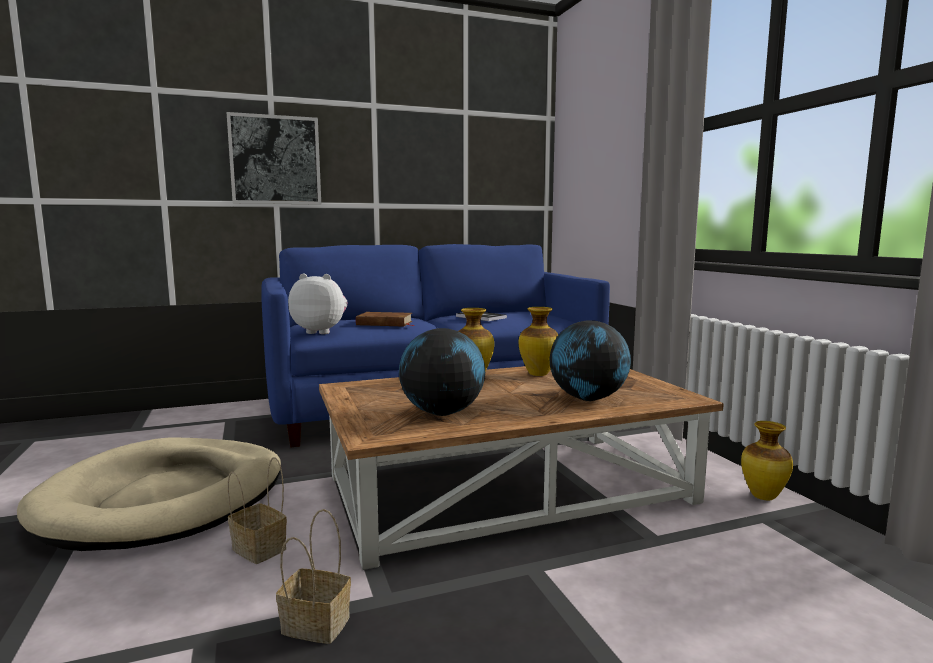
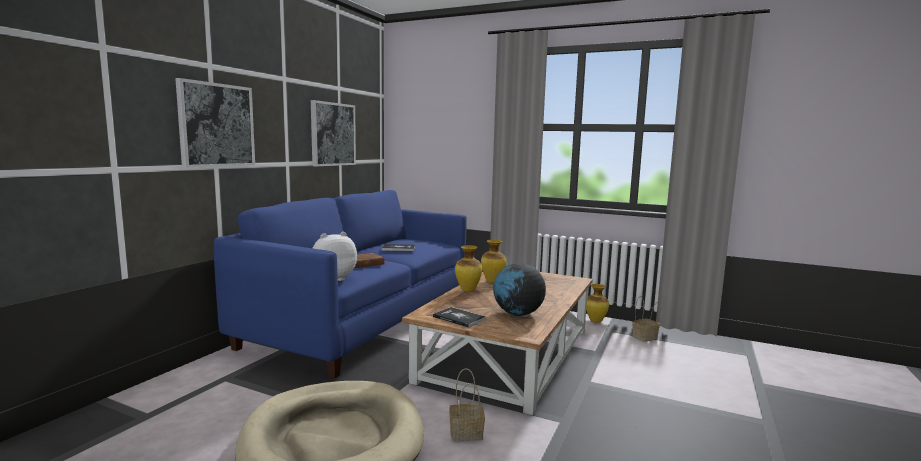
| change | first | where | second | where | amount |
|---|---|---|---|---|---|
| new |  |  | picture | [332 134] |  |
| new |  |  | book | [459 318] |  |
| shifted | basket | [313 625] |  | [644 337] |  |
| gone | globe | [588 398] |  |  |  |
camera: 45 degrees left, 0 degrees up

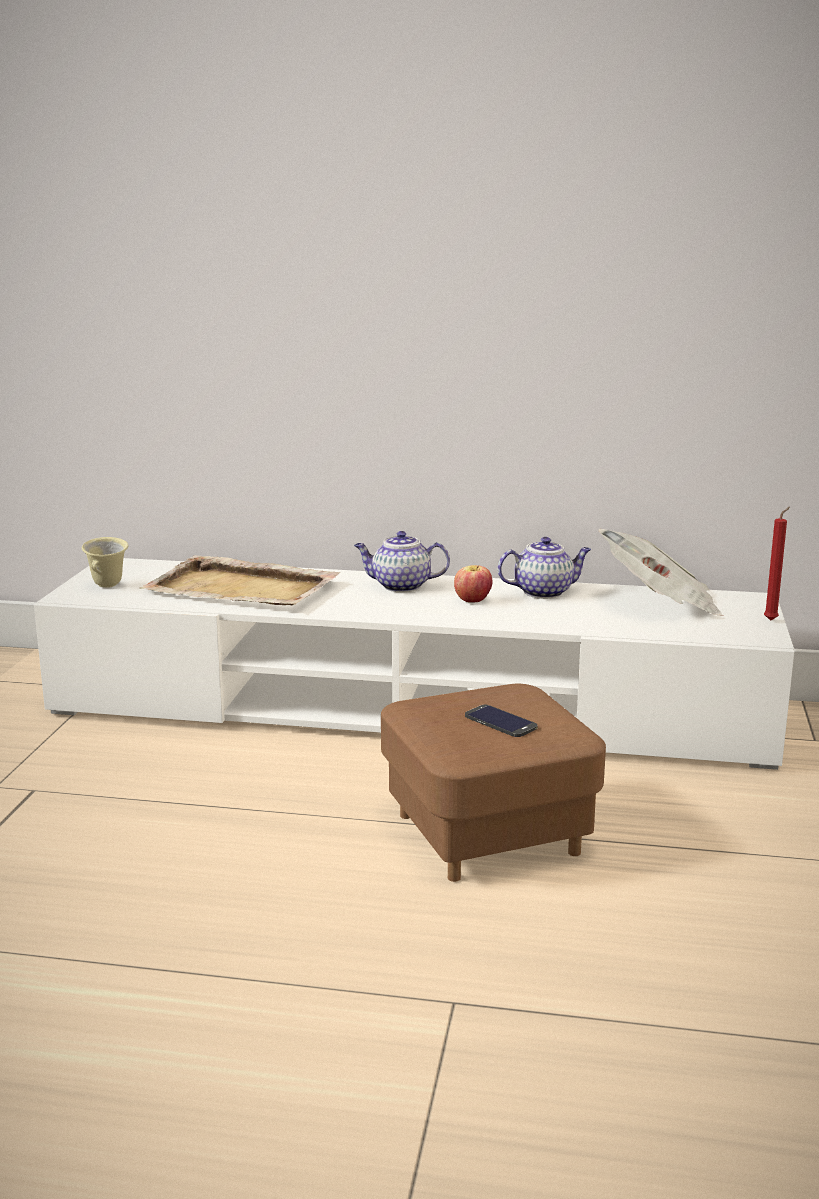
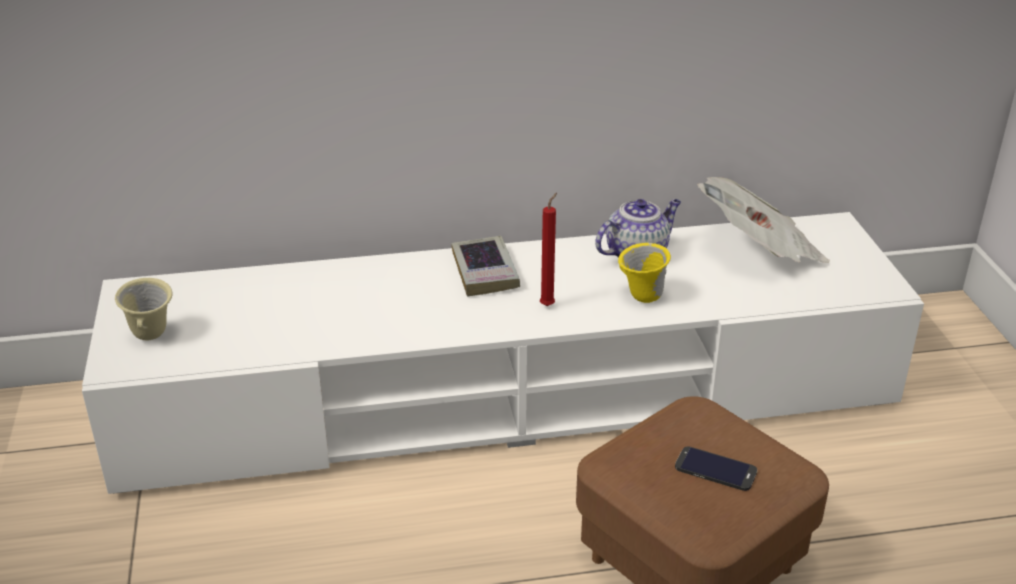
| change | first | where | second | where | amount |
|---|---|---|---|---|---|
| swapped | teapot | [400 586] | book | [485 272] |  |
| shifted | red candle | [772 620] |  | [548 305] |  |
| new |  |  | yellow mug | [641 298] |  |
| gone | beige tray | [243 589] |  |  |  |
| gone | apple | [472 601] |  |  |  |
camera: 20 degrees left, 15 degrees up

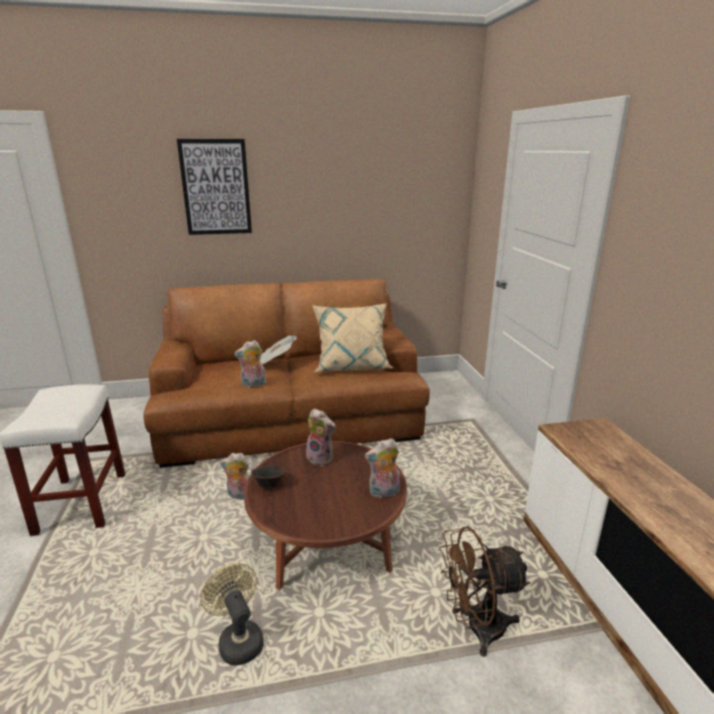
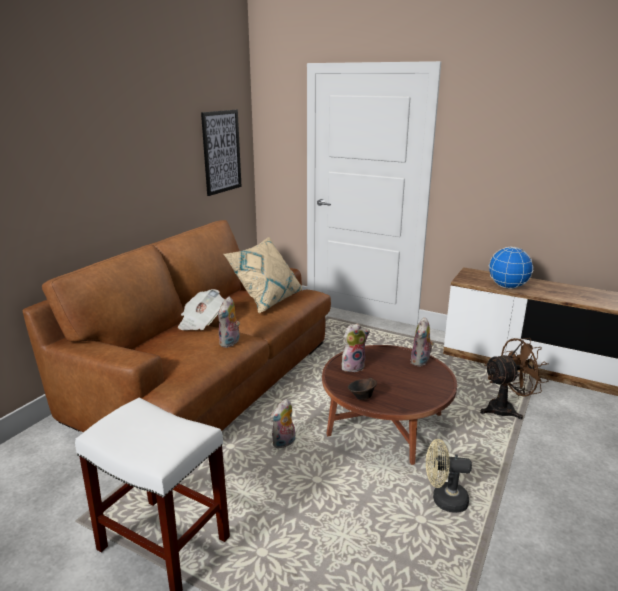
| change | first | where | second | where | amount |
|---|---|---|---|---|---|
| shifted | picture | [216 187] |  | [221 152] |  |
| rotated | brown fan | [476 628] |  | [506 409] | 135 degrees counterclockwise |
| new |  |  | globe | [507 287] |  |
camera: 50 degrees left, 0 degrees up

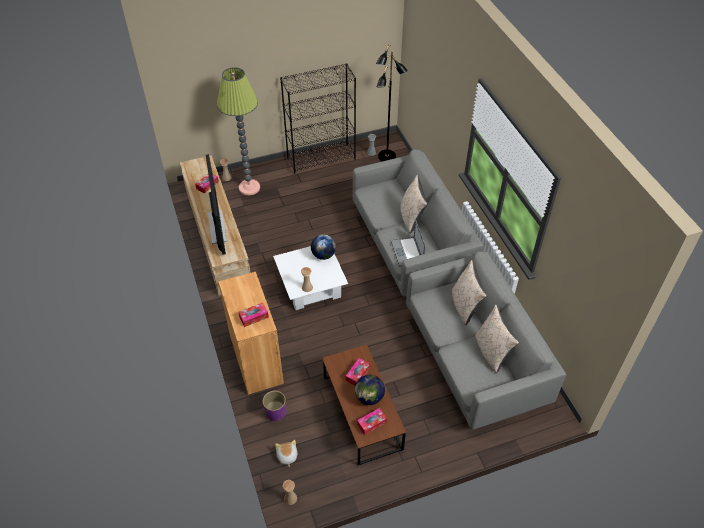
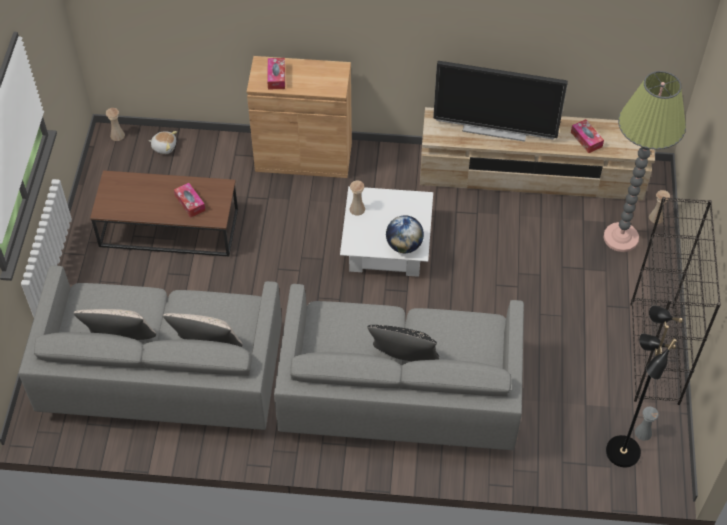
| change | first | where | second | where | amount |
|---|---|---|---|---|---|
| repainted | beige pillow | [411 218] | black pillow | [403 359] |  |
| gone | purple planter | [275 412] |  |  |  |
| gone | globe | [369 397] |  |  |  |
| gone | tissue box | [372 423] |  |  |  |
| gone | laptop | [407 251] |  |  |  |
camera: 115 degrees right, 5 degrees up

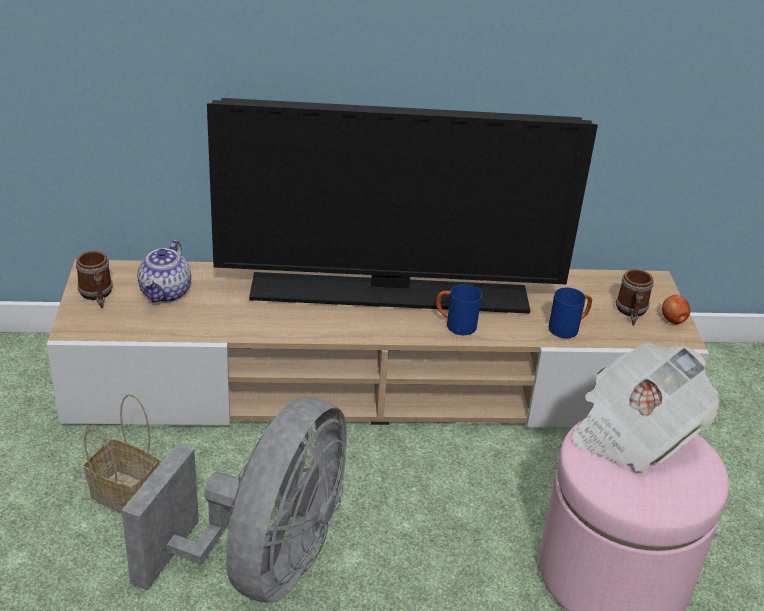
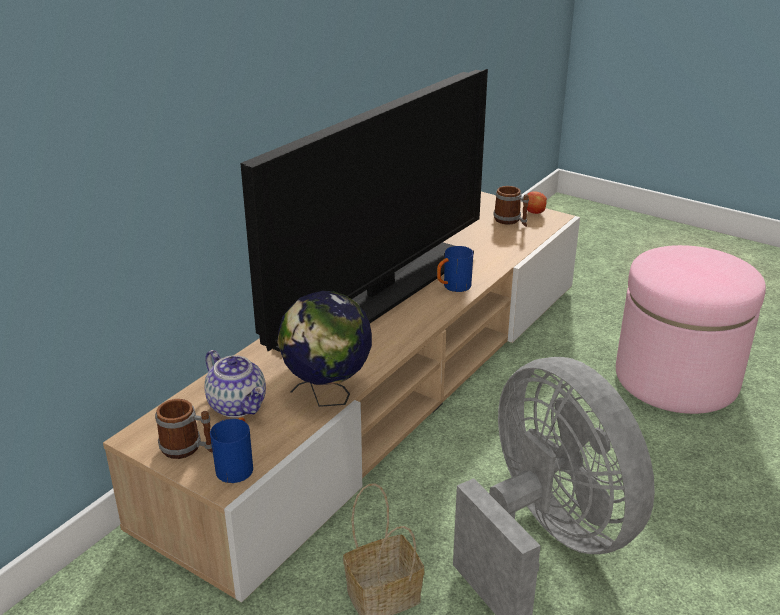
| change | first | where | second | where | amount |
|---|---|---|---|---|---|
| shifted | blue mug | [568 328] |  | [237 466] |  |
| new |  |  | globe | [327 397] |  |
| gone | newspaper | [634 432] |  |  |  |
camera: 50 degrees left, 5 degrees down

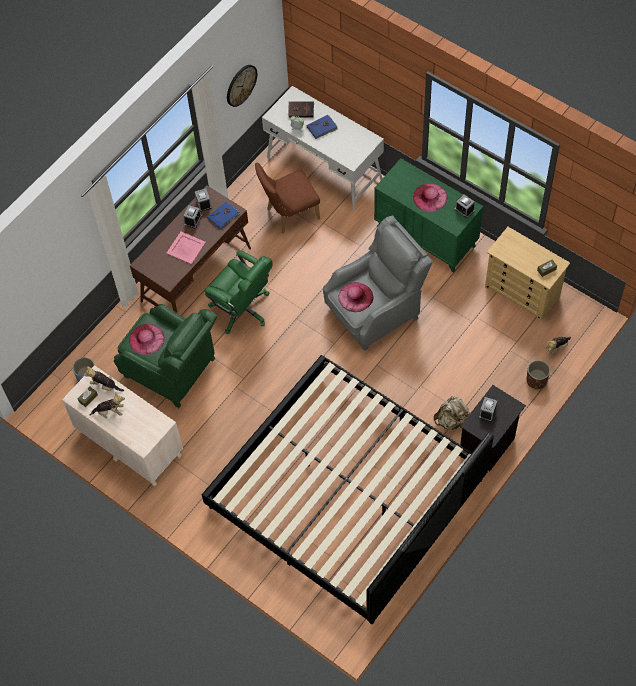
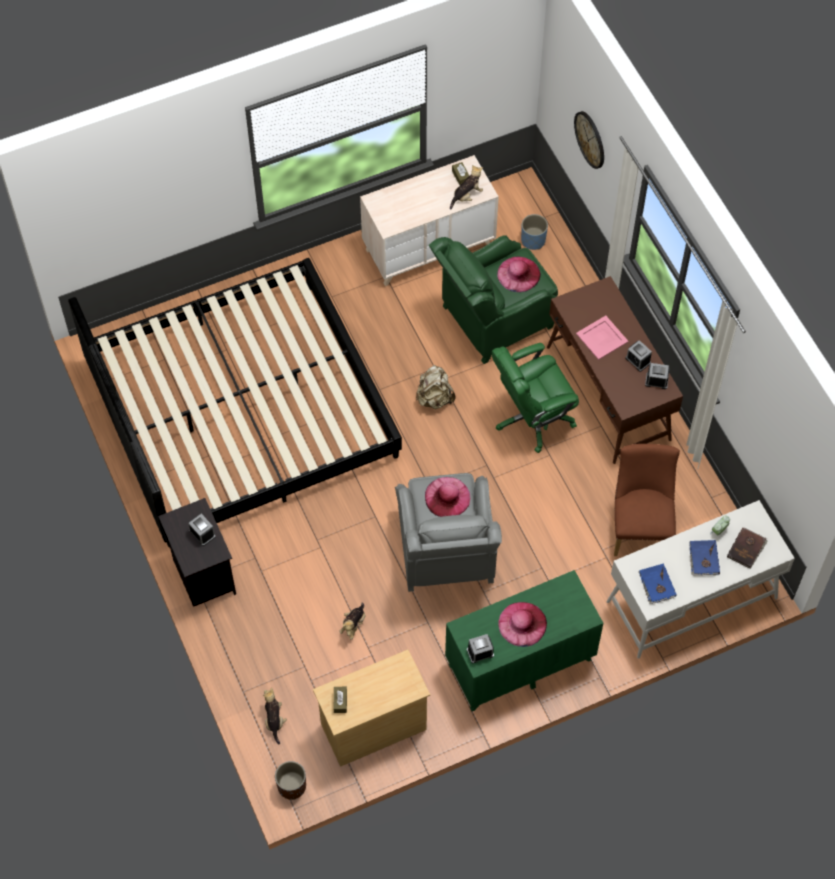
| change | first | where | second | where | amount |
|---|---|---|---|---|---|
| shifted | brown planter | [536 380] |  | [291 786] |  |
| shifted | plush toy | [110 412] |  | [353 624] |  |
| shifted | beige backpack | [452 420] |  | [434 398] |  |
| shifted | wall clock | [241 85] |  | [590 139] |  |
| shifted | blue book | [223 216] |  | [656 585] |  |
camera: 115 degrees right, 0 degrees up

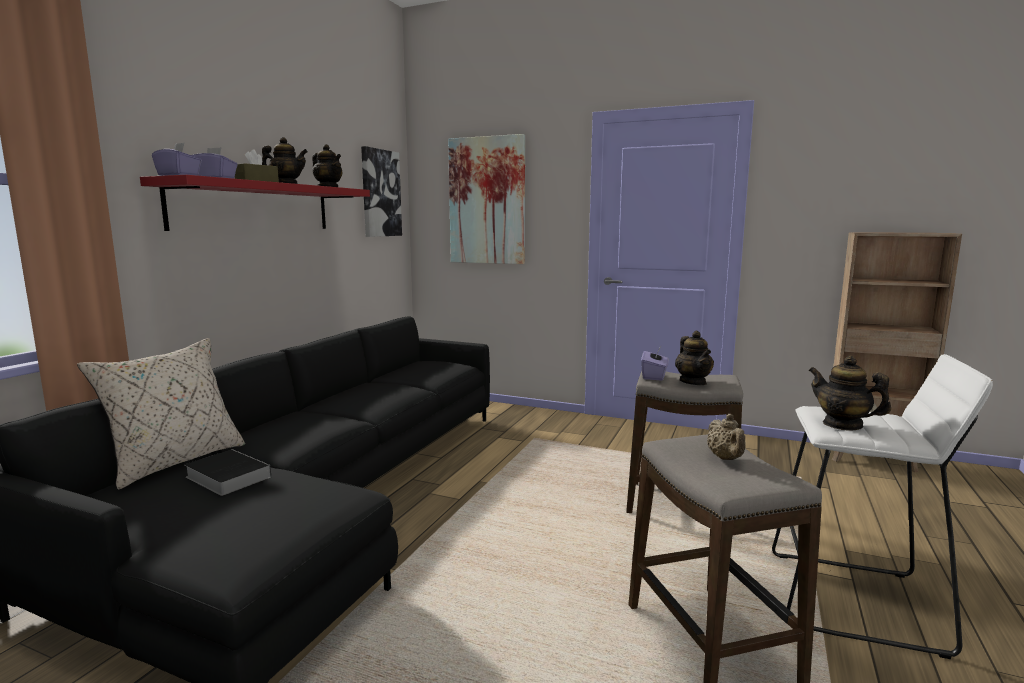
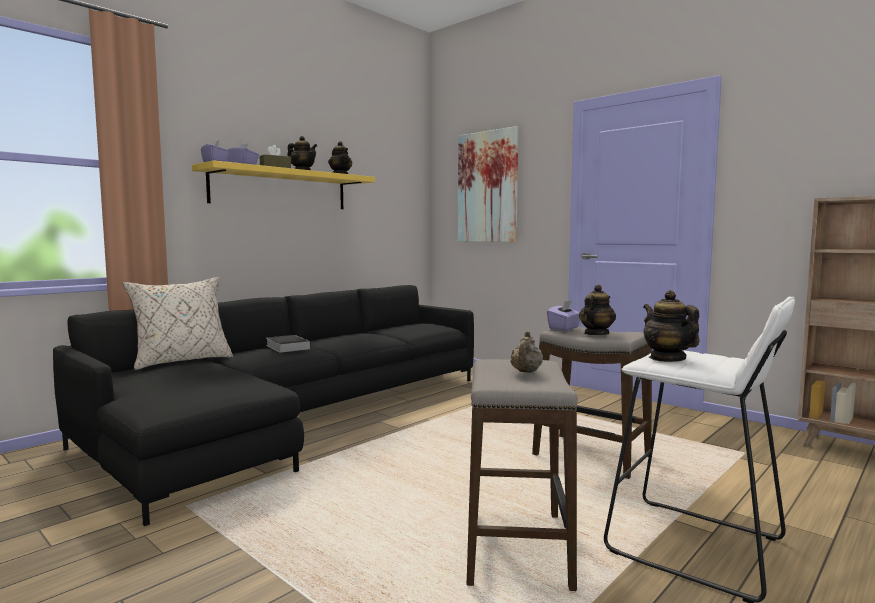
| change | first | where | second | where | amount |
|---|---|---|---|---|---|
| repainted | red shelf | [255 207] | yellow shelf | [281 189] |  |
| shifted | book | [226 476] |  | [286 347] |  |
| rotated | teapot | [693 382] |  | [596 334] | 150 degrees counterclockwise |
| gone | picture | [380 193] |  |  |  |
camera: 20 degrees right, 5 degrees down

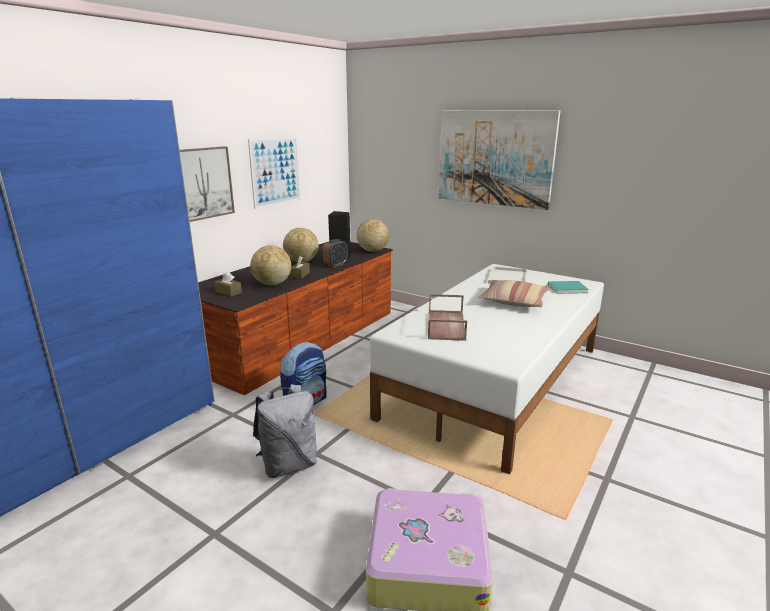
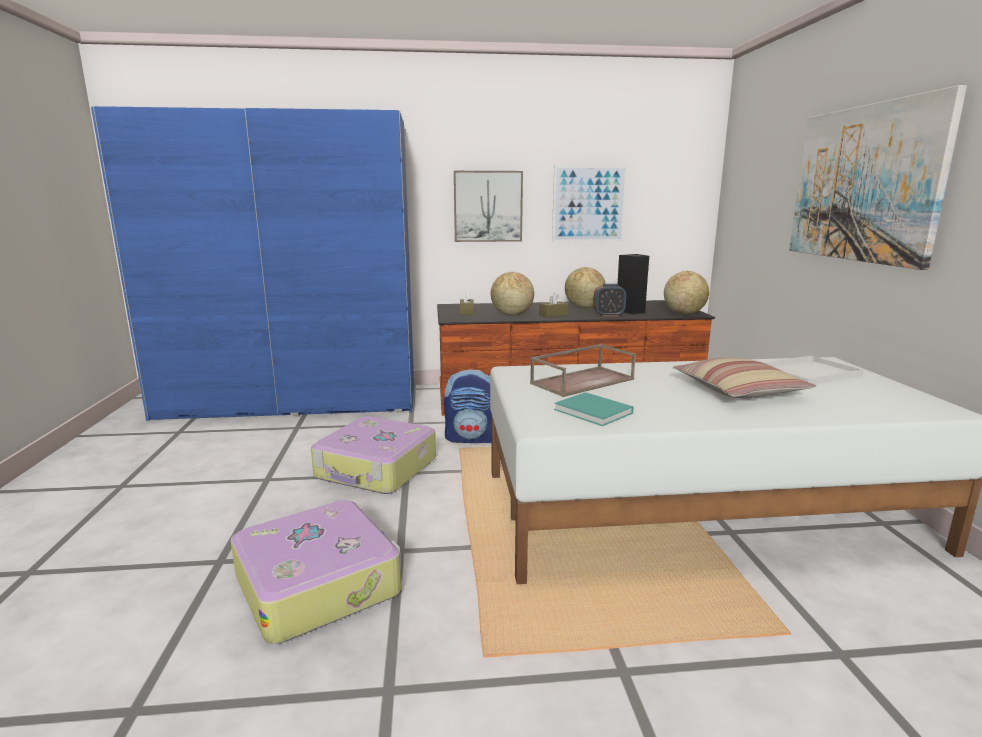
| change | first | where | second | where | amount |
|---|---|---|---|---|---|
| swapped | grey backpack | [288 465] | suitcase | [376 469] |  |
| shifted | turquoise book | [568 289] |  | [595 412] |  |
camera: 50 degrees right, 5 degrees down

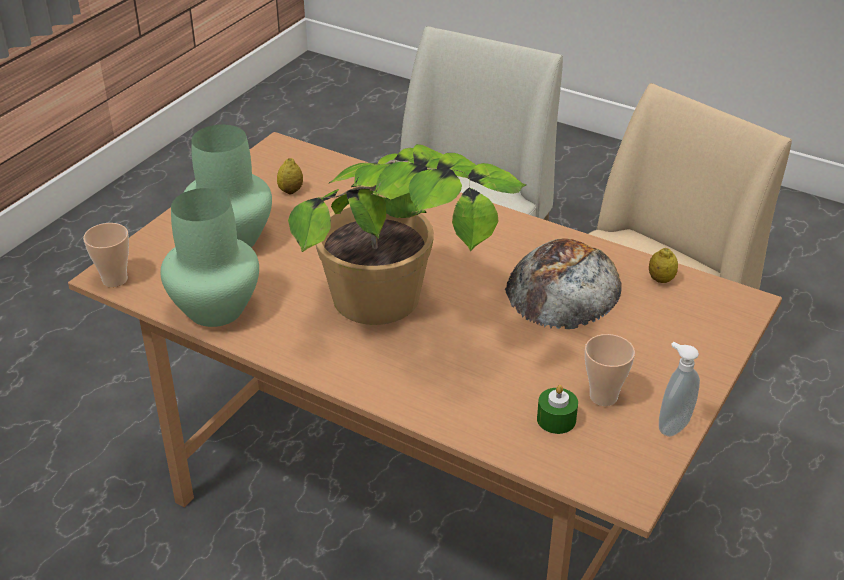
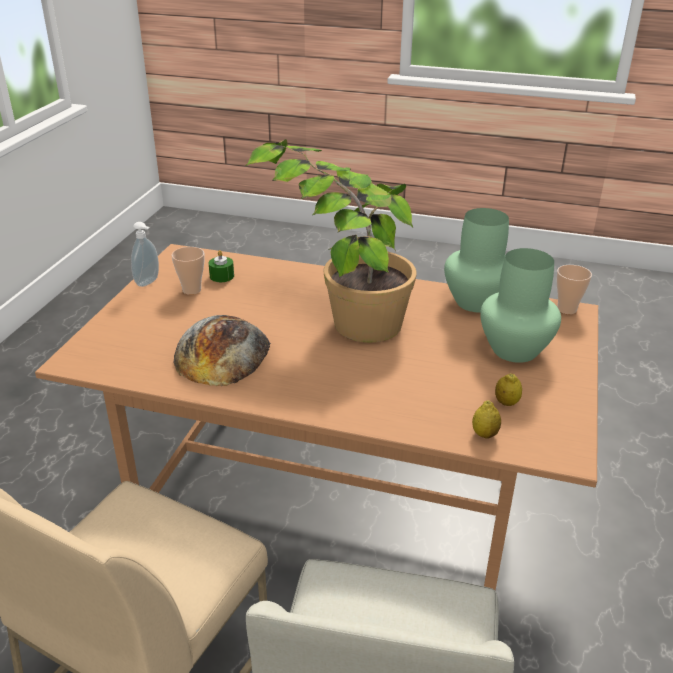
| change | first | where | second | where | amount |
|---|---|---|---|---|---|
| shifted | lemon | [661 279] |  | [484 434] |  |
camera: 165 degrees right, 5 degrees down

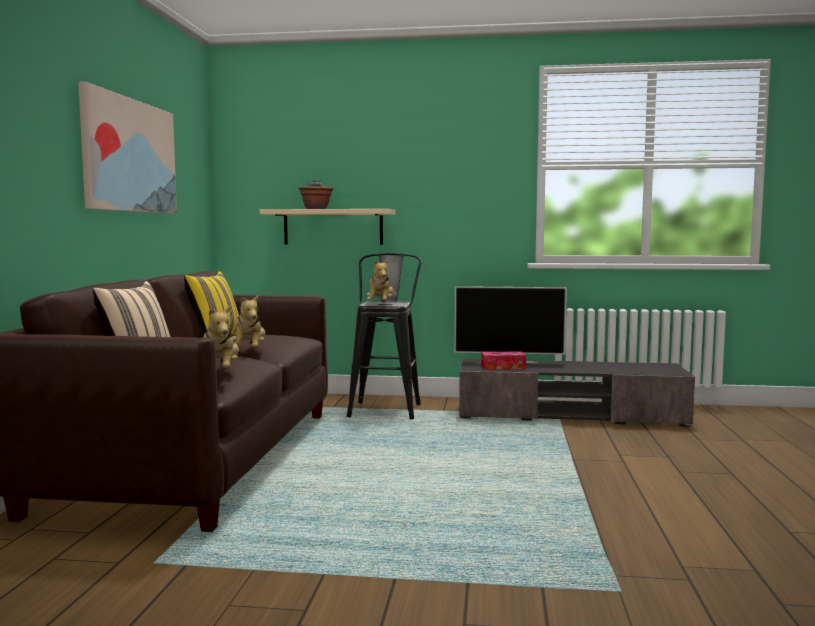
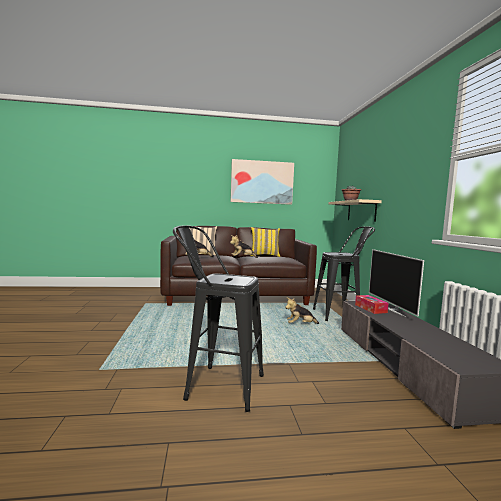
| change | first | where | second | where | amount |
|---|---|---|---|---|---|
| new |  |  | black stool | [217 385] |  |
| shifted | plush toy | [381 305] |  | [300 325] |  |
camera: 75 degrees right, 0 degrees up

